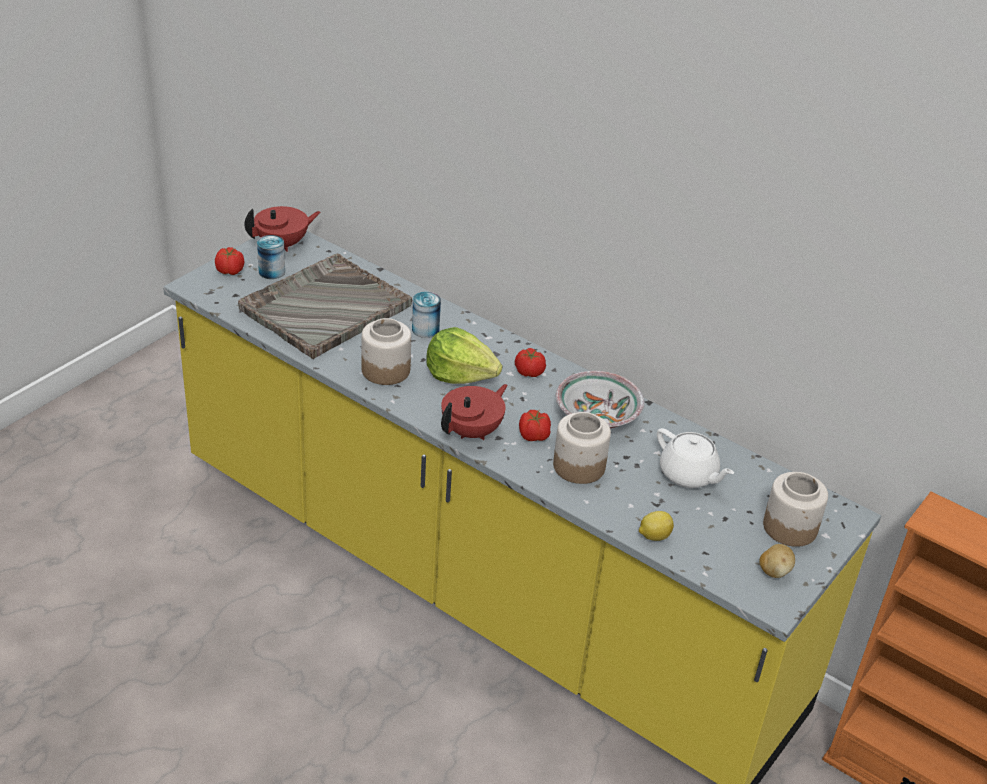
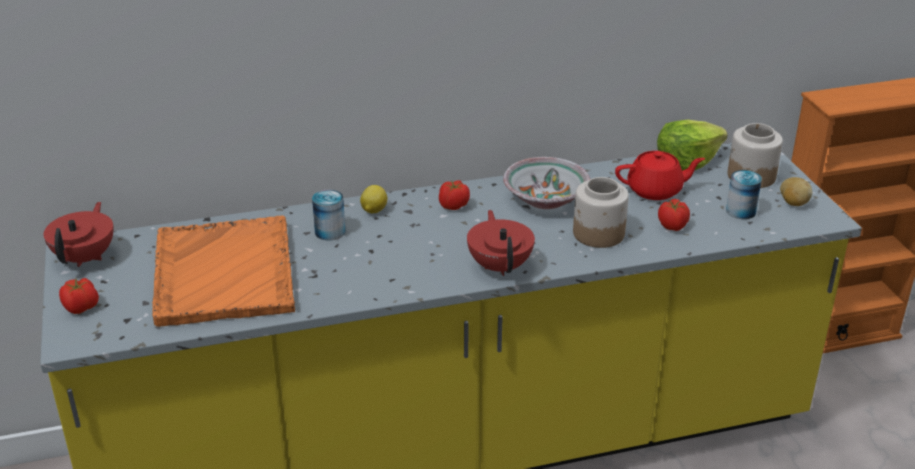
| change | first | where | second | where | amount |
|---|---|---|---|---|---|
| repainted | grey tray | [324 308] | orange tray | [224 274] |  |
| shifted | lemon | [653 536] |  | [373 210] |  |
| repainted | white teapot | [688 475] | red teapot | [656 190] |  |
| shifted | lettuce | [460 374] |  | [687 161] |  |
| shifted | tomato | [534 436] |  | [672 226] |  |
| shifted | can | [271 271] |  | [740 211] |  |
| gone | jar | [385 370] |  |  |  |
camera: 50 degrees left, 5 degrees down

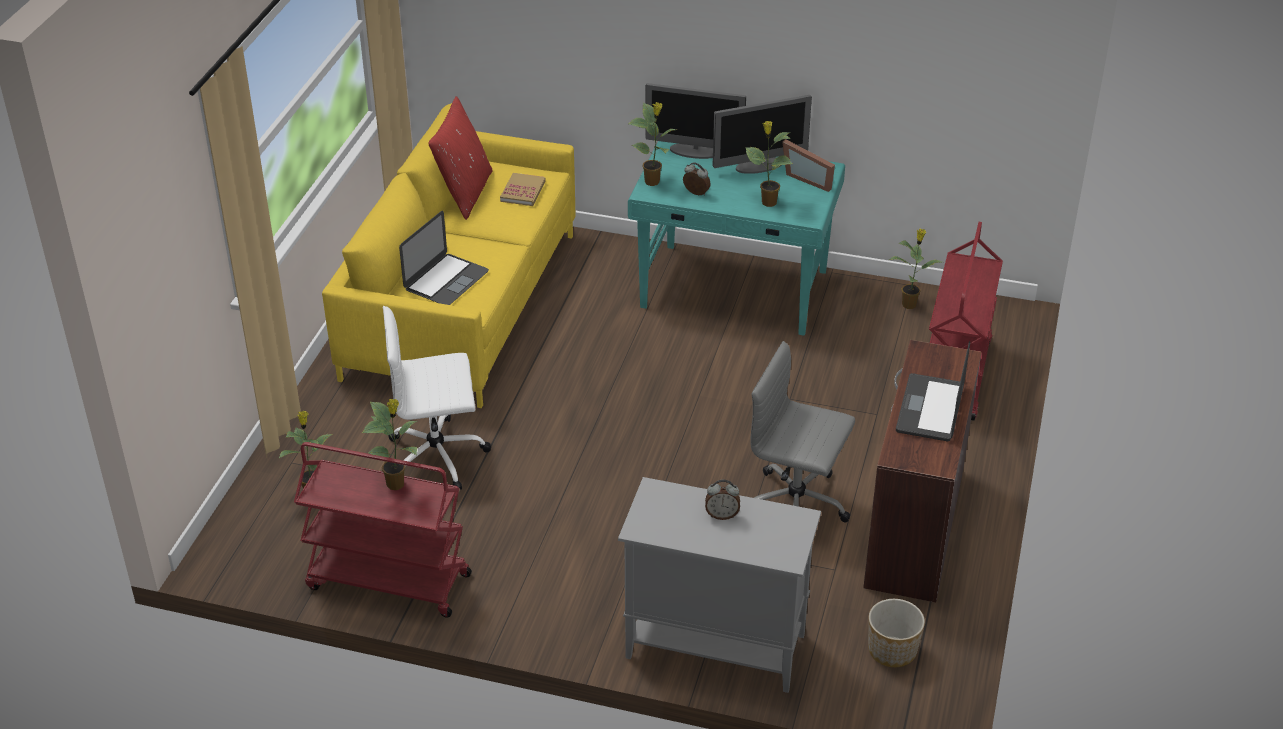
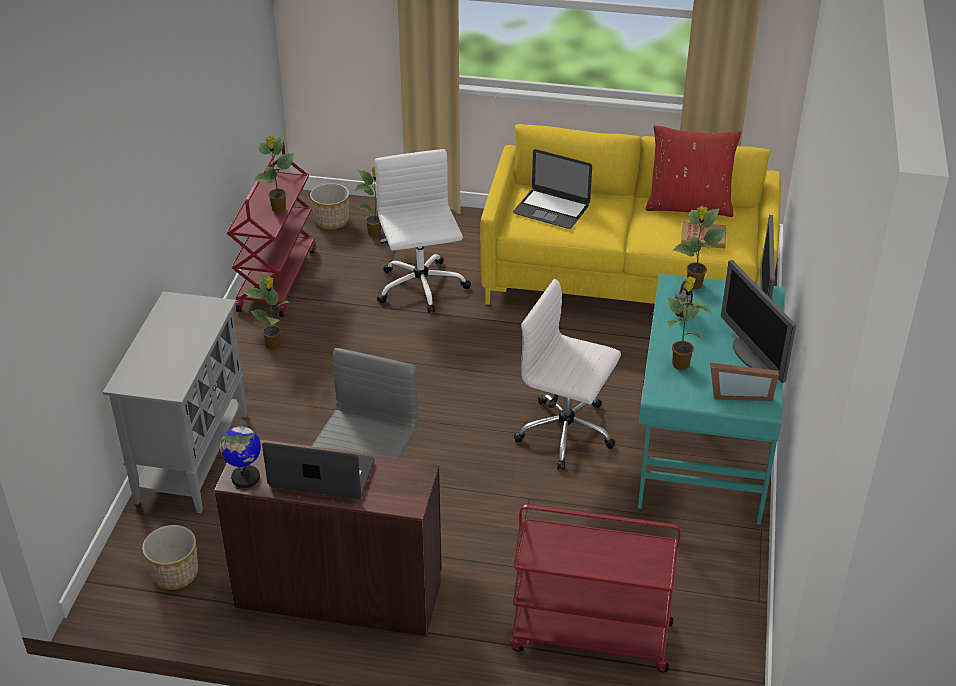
| change | first | where | second | where | amount |
|---|---|---|---|---|---|
| new |  |  | globe | [245 478] |  |
| shifted | potted plant | [910 304] |  | [274 345] |  |
| new |  |  | planter | [332 221] |  |
| new |  |  | white office chair | [567 433] |  |
| rotated | picture frame | [809 178] |  | [739 393] | 120 degrees counterclockwise |
| gone | alarm clock | [722 515] |  |  |  |
camera: 85 degrees right, 0 degrees up

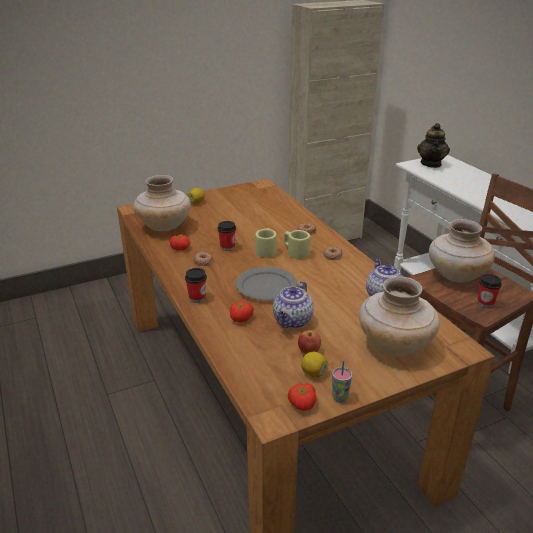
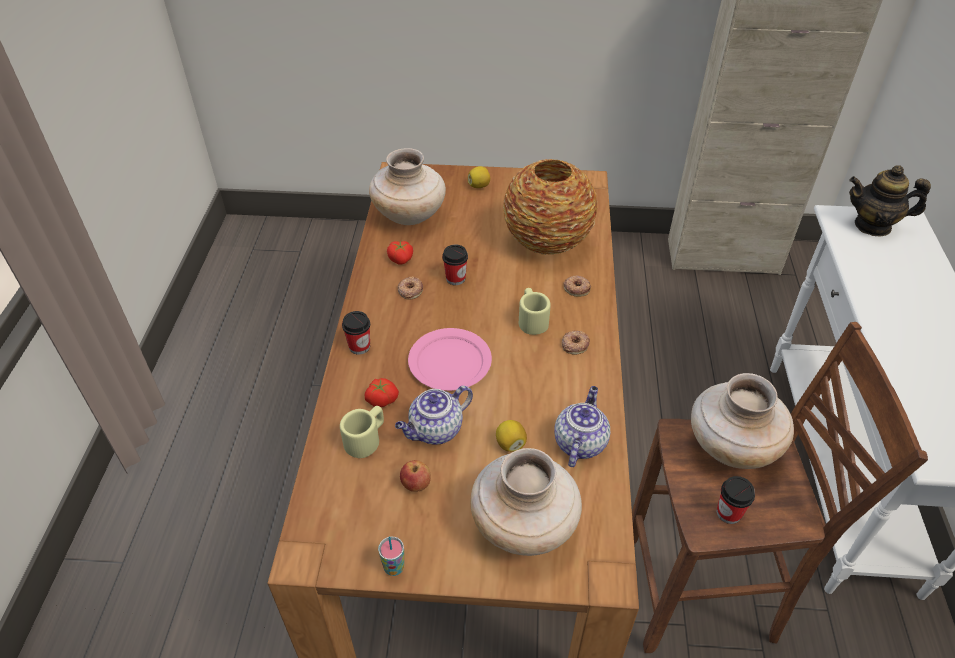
| change | first | where | second | where | amount |
|---|---|---|---|---|---|
| shifted | beige mug | [266 250] |  | [366 439] |  |
| repainted | grey plate | [267 286] | pink plate | [450 362] |  |
| shifted | lemon | [313 373] |  | [510 444] |  |
| new |  |  | vase | [546 240] |  |
| rotated | teapot | [431 164] |  | [873 225] | 60 degrees clockwise |
| gone | tomato | [301 404] |  |  |  |
camera: 30 degrees right, 15 degrees up

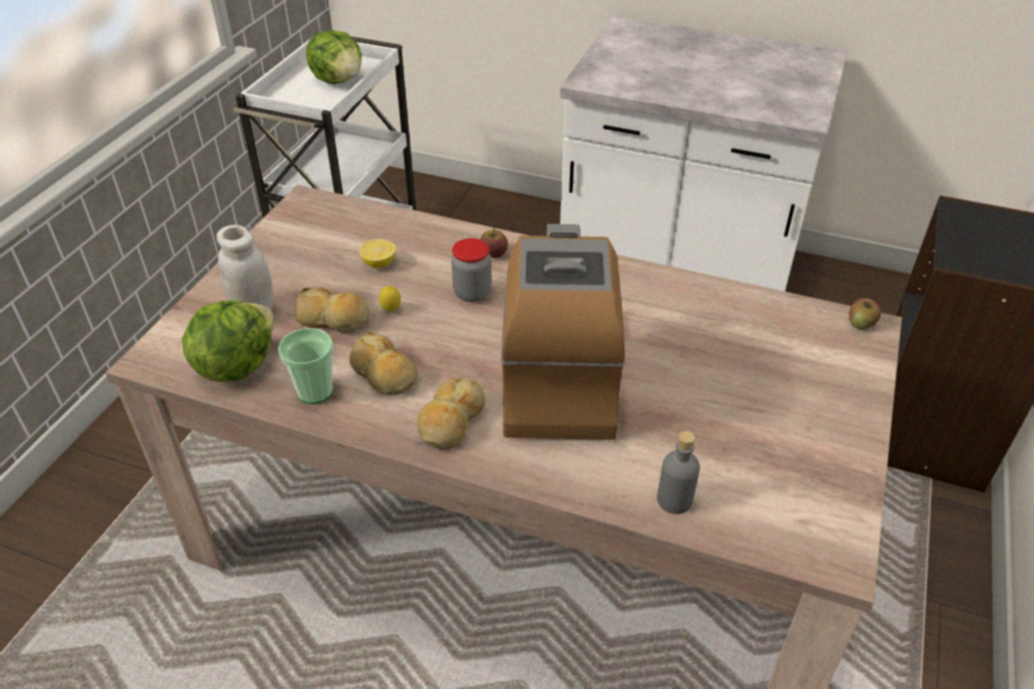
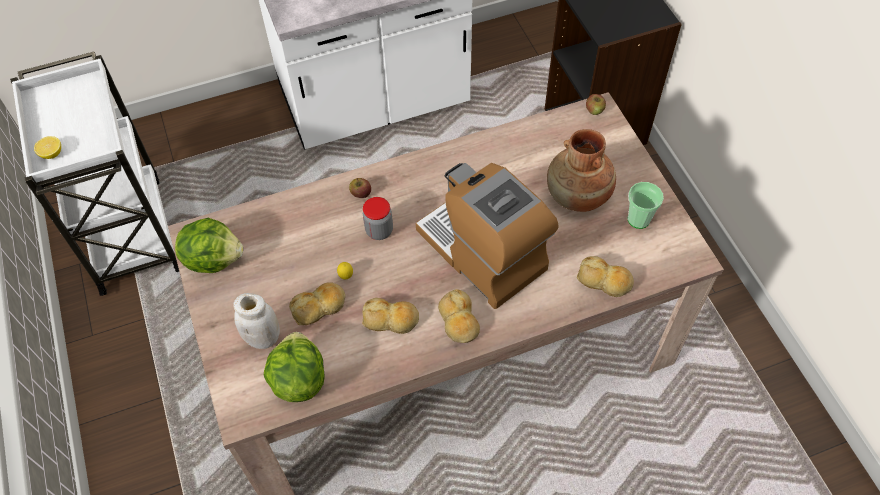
| change | first | where | second | where | amount |
|---|---|---|---|---|---|
| shifted | lemon | [379 263] |  | [52 153] |  |
| shifted | lettuce | [339 80] |  | [213 258] |  |
| new |  |  | brown vase | [578 196] |  |
| swapped | grey bottle | [674 500] | bread | [604 281] |  |
| shifted | cup | [315 391] |  | [638 219] |  |
camera: 40 degrees left, 15 degrees up

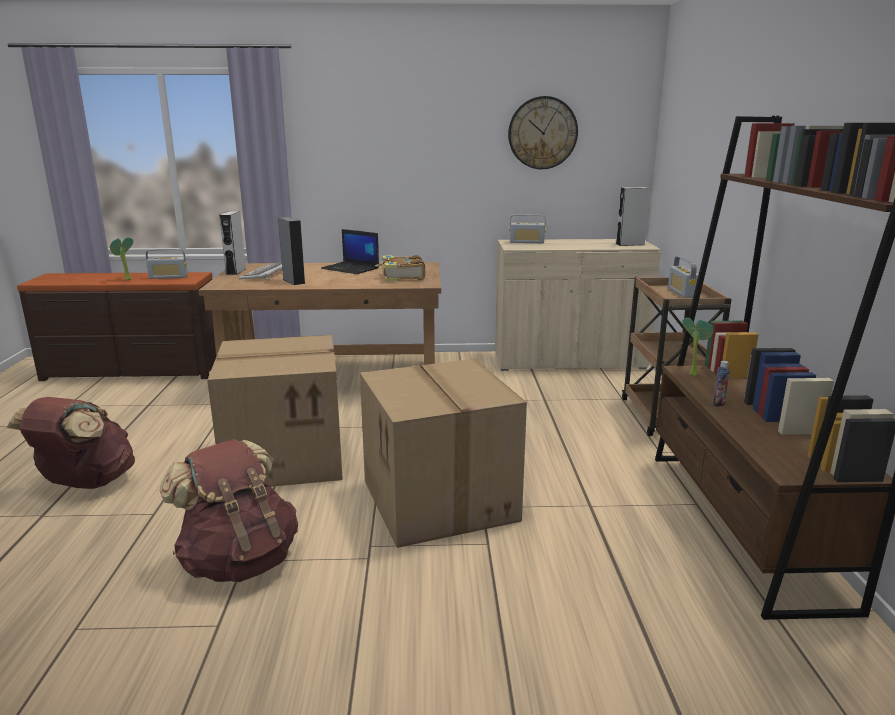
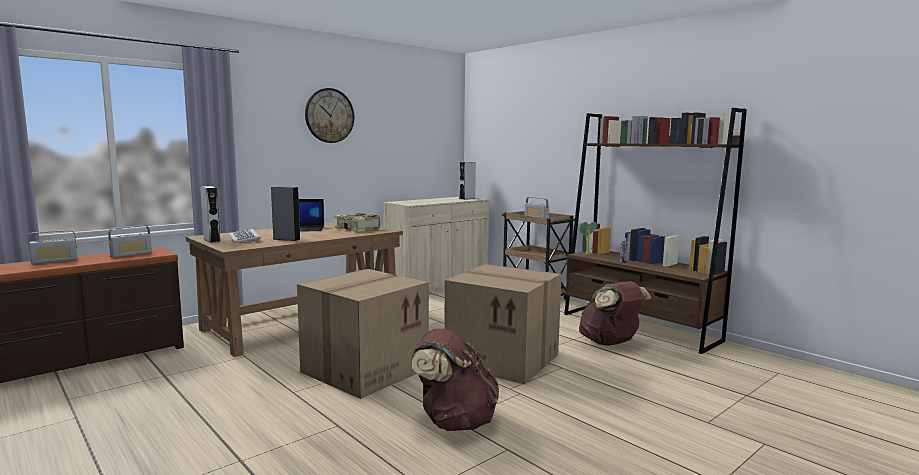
| change | first | where | second | where | amount |
|---|---|---|---|---|---|
| shifted | radio | [526 242] |  | [54 260] |  |
| shifted | wall clock | [542 133] |  | [329 115] |  |
| shifted | brown backpack | [85 483] |  | [610 343] |  |
| gone | potted plant | [126 279] |  |  |  |
camera: 40 degrees left, 10 degrees down

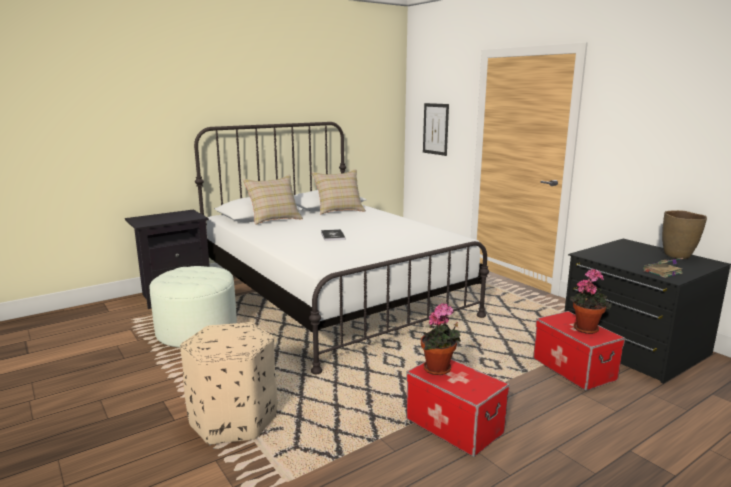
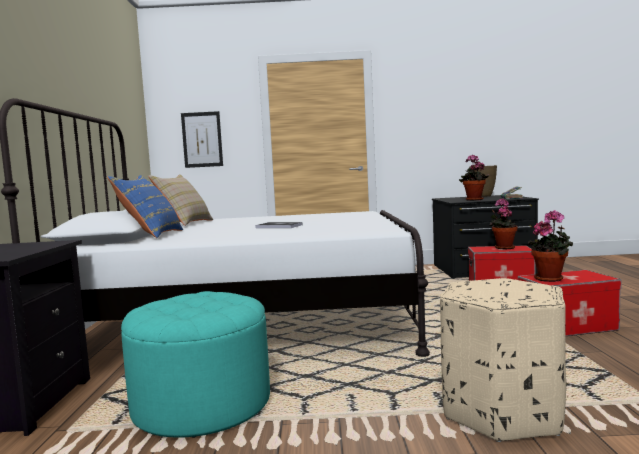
| change | first | where | second | where | amount |
|---|---|---|---|---|---|
| repainted | beige pillow | [274 219] | blue pillow | [151 235] |  |
| repainted | white ottoman | [197 331] | turquoise ottoman | [202 404] |  |
| new |  |  | potted plant | [474 200] |  |
camera: 55 degrees left, 10 degrees down

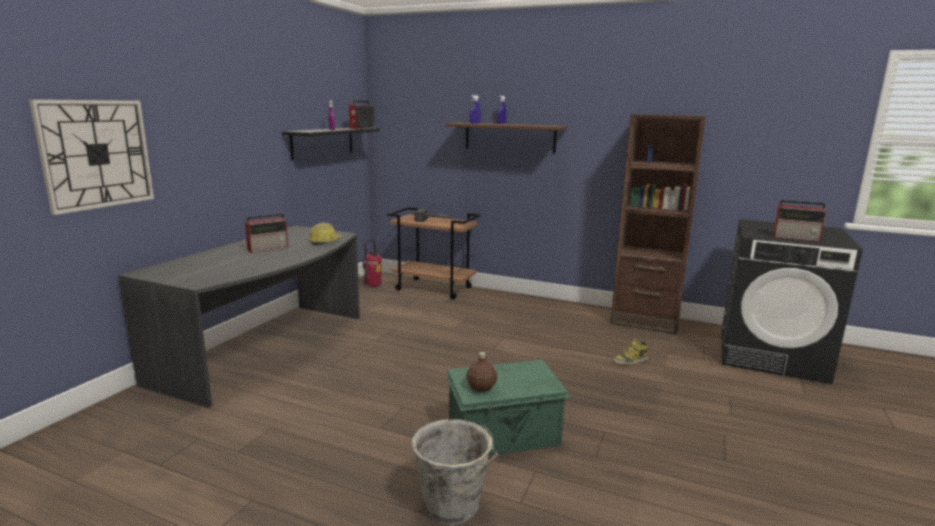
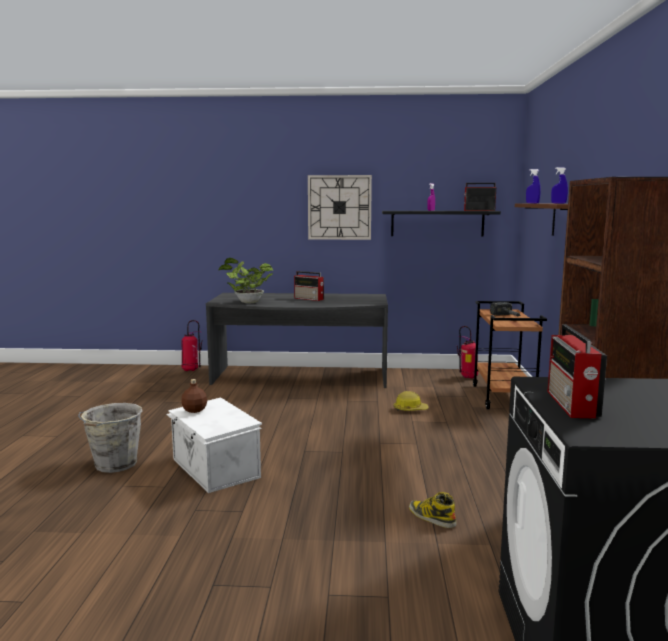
| change | first | where | second | where | amount |
|---|---|---|---|---|---|
| repainted | green storage box | [504 435] | white storage box | [214 469] |  |
| new |  |  | fire extinguisher | [191 370] |  |
| new |  |  | potted plant | [247 302] |  |
| shifted | wall clock | [96 154] |  | [339 207] |  |
| shifted | hard hat | [324 241] |  | [410 409] |  |
camera: 70 degrees right, 5 degrees down

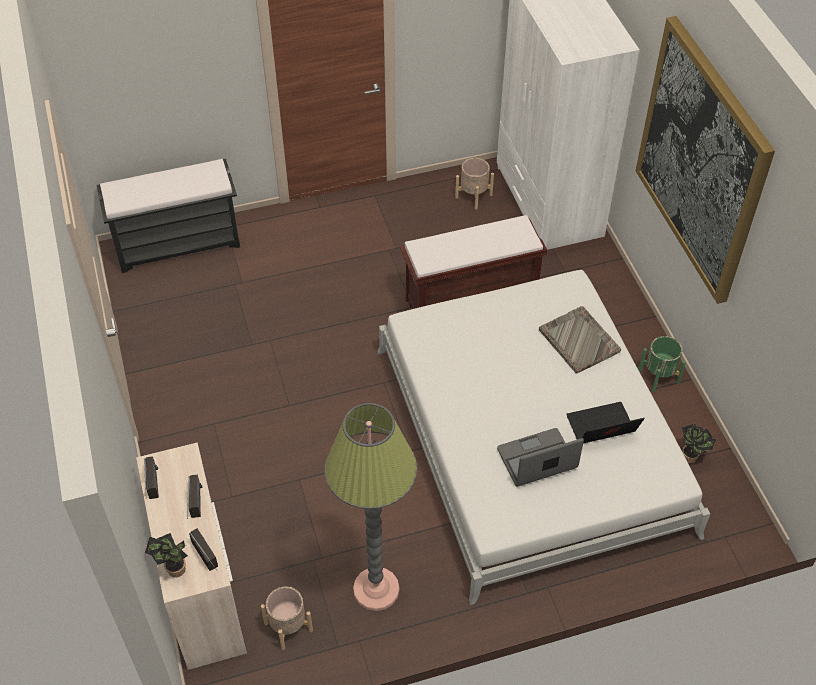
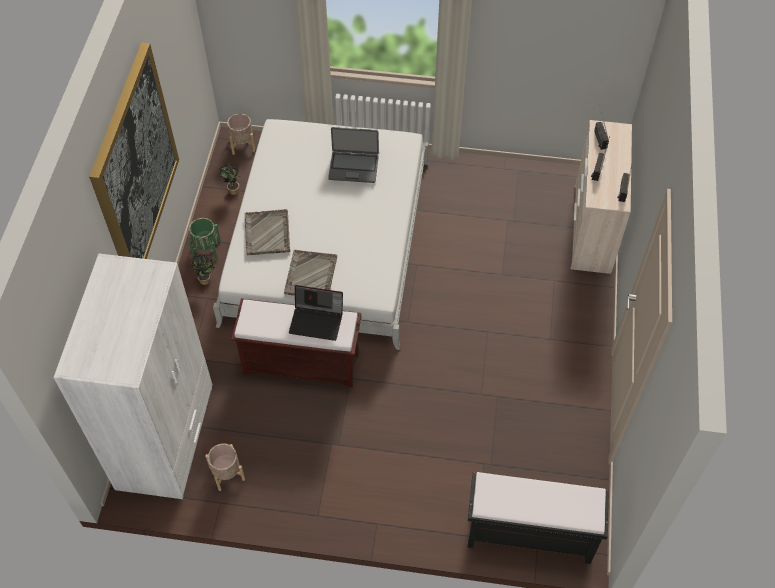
| change | first | where | second | where | amount |
|---|---|---|---|---|---|
| shifted | potted plant | [173 570] |  | [206 280] |  |
| shifted | beige planter | [288 626] |  | [242 144] |  |
| new |  |  | grey tray | [310 276] |  |
| shifted | laptop | [601 428] |  | [317 321] |  |
| gone | floor lamp | [376 589] |  |  |  |
camera: 155 degrees left, 5 degrees up

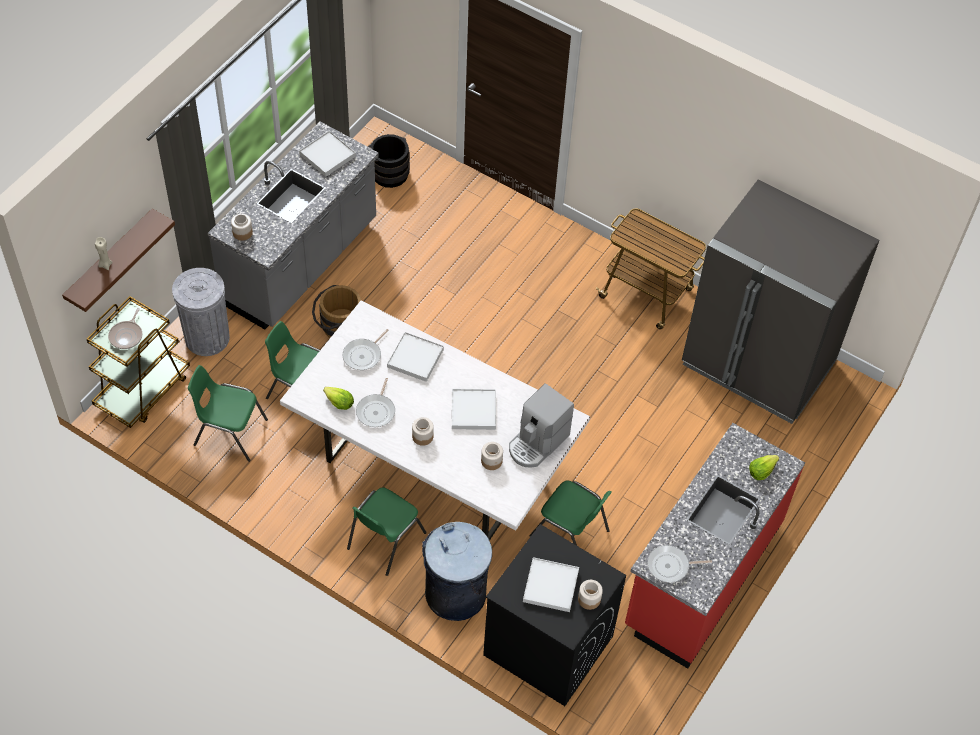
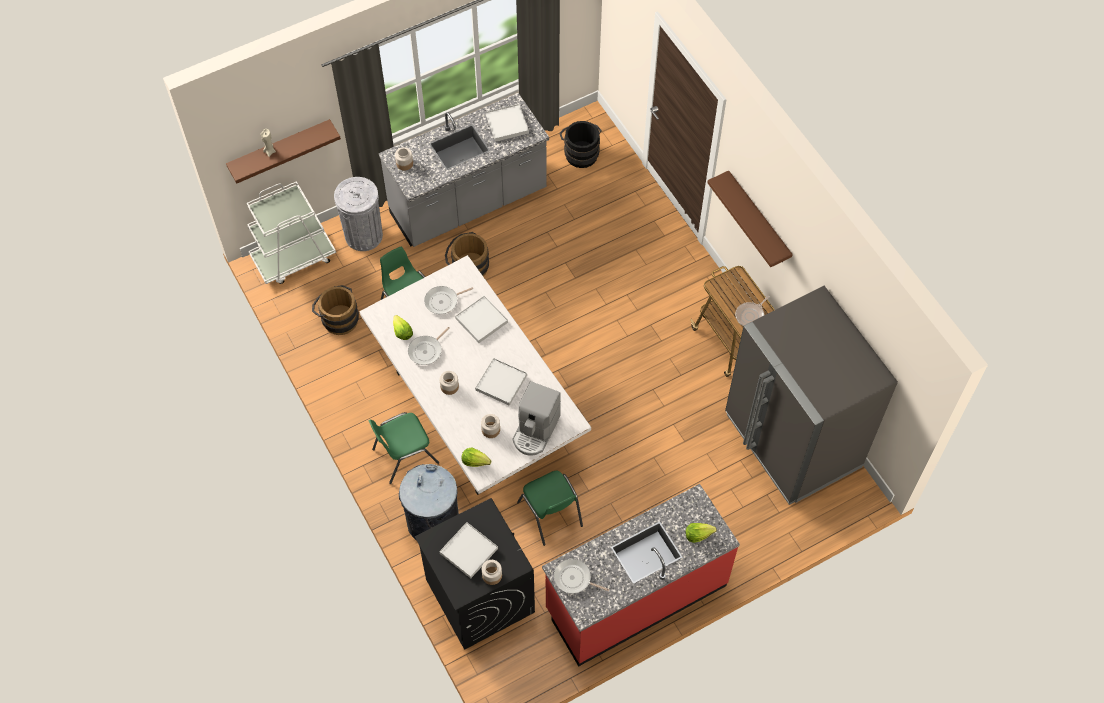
| change | first | where | second | where | amount |
|---|---|---|---|---|---|
| repainted | brown cart | [143 390] | white cart | [294 258] |  |
| swapped | green chair | [229 432] | brown bucket | [338 318] |  |
| new |  |  | lettuce | [475 461] |  |
| rotated | coffee machine | [537 443] |  | [535 431] | 45 degrees counterclockwise |
| new |  |  | brown shelf | [758 219] |  |
| shifted | frying pan | [127 335] |  | [751 315] |  |
camera: 30 degrees right, 5 degrees up

